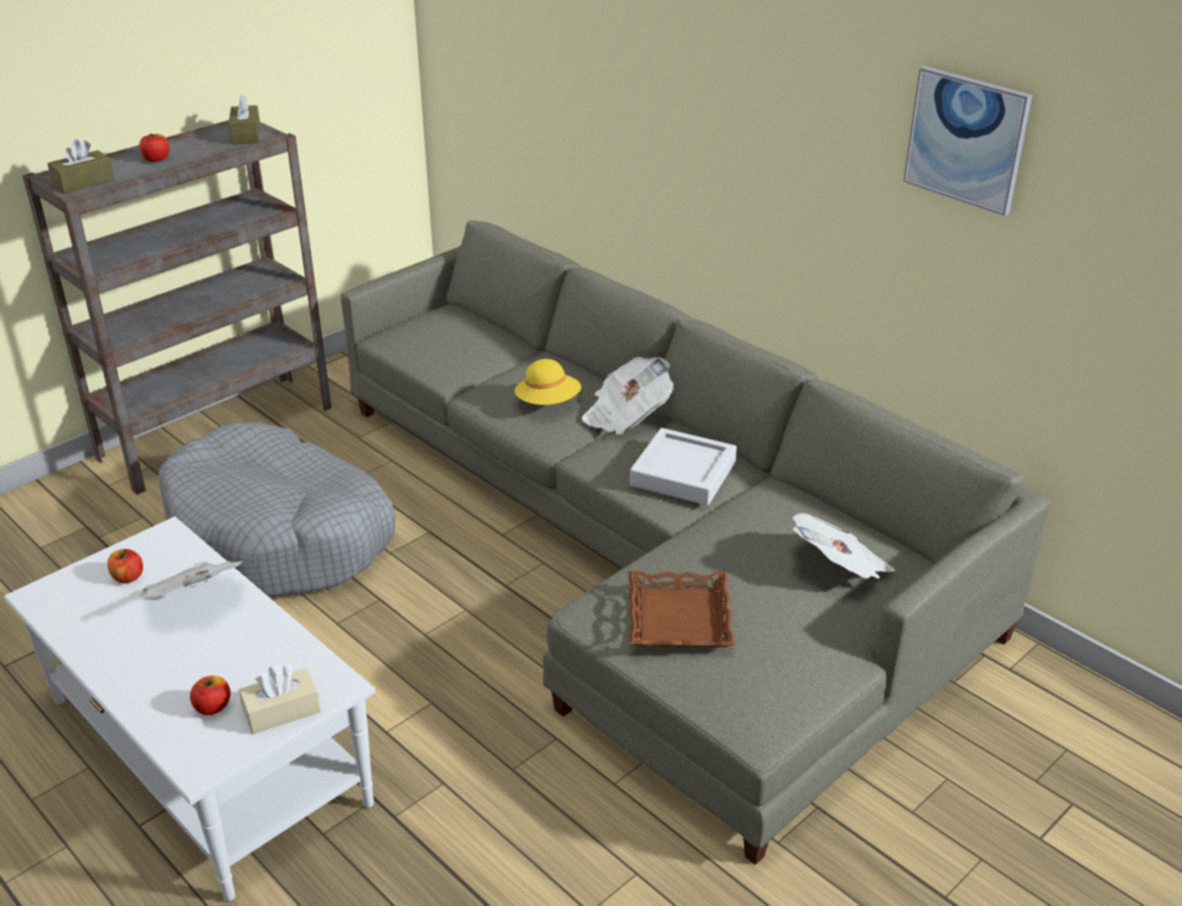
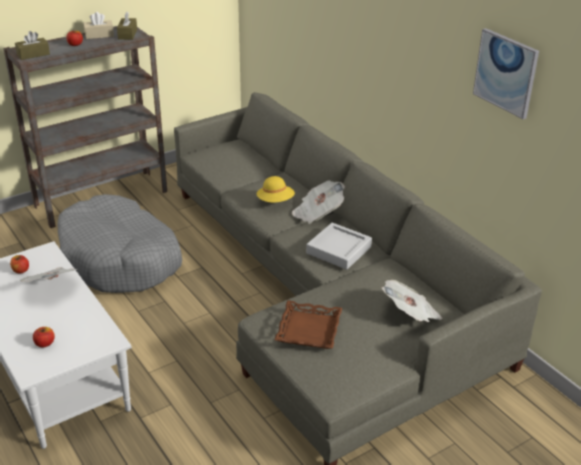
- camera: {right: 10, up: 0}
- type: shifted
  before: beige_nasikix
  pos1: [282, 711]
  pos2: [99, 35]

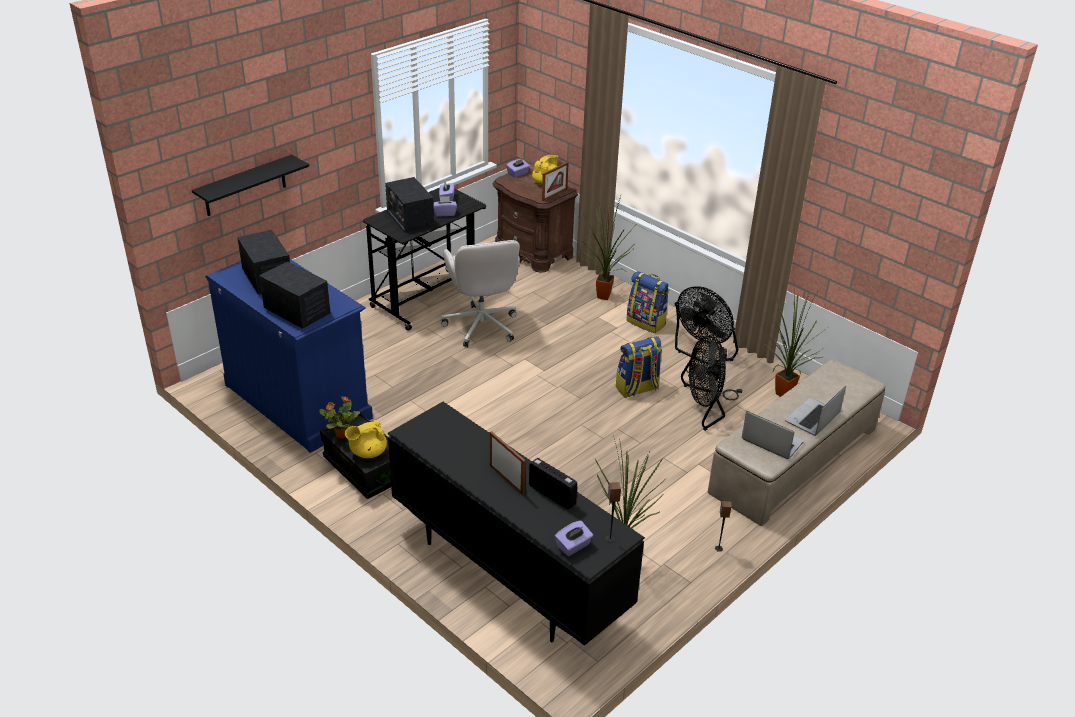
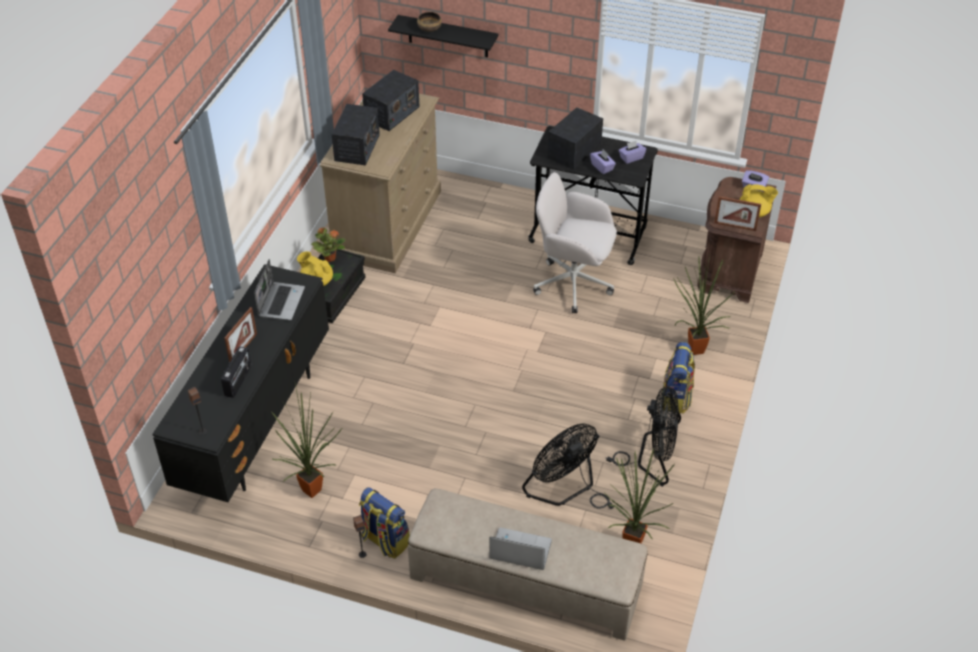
- camera: {right: 65, up: 10}
- type: repainted
  before: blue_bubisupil
  after: beige_bubisupil
  pos1: [297, 401]
  pos2: [388, 223]
- type: rotated
  before: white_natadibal
  pos1: [481, 326]
  pos2: [573, 284]
  turn: 60
- type: gone
  before: purple_nasikix
  pos1: [573, 546]
- type: shifted
  before: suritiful
  pos1: [637, 389]
  pos2: [384, 541]
- type: shifted
  before: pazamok
  pos1: [771, 441]
  pos2: [281, 301]
- type: new
  after: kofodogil
  pos2: [429, 28]

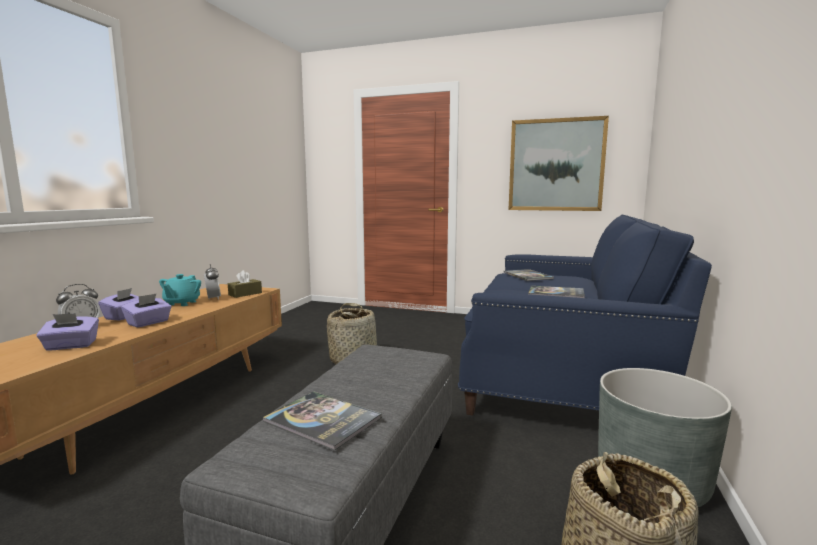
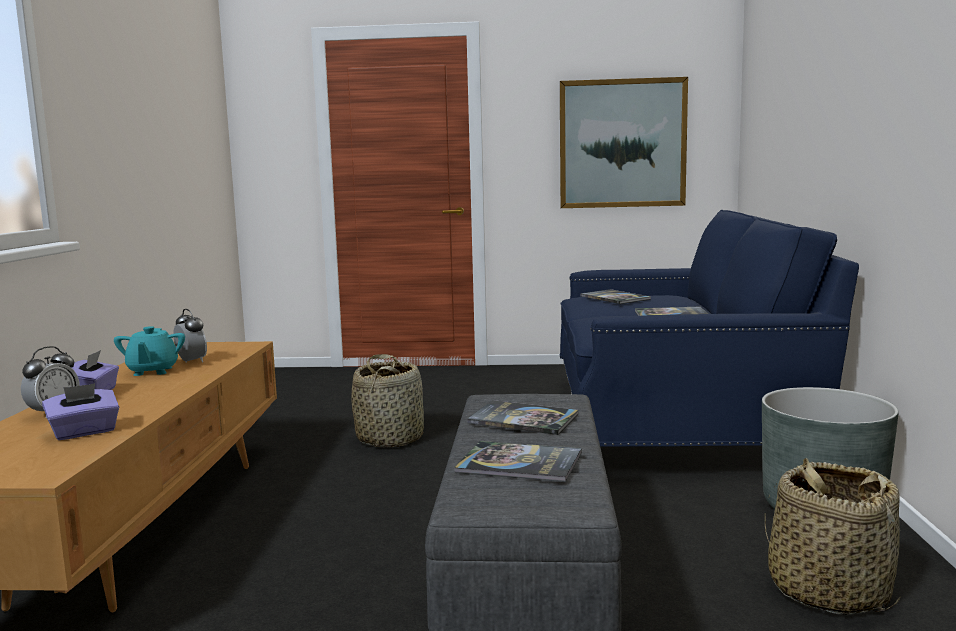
- camera: {right: -15, up: 0}
- type: gone
  before: purple_nasikix
  pos1: [148, 323]
- type: gone
  before: brown_nasikix
  pos1: [245, 294]
- type: new
  after: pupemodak
  pos2: [523, 419]

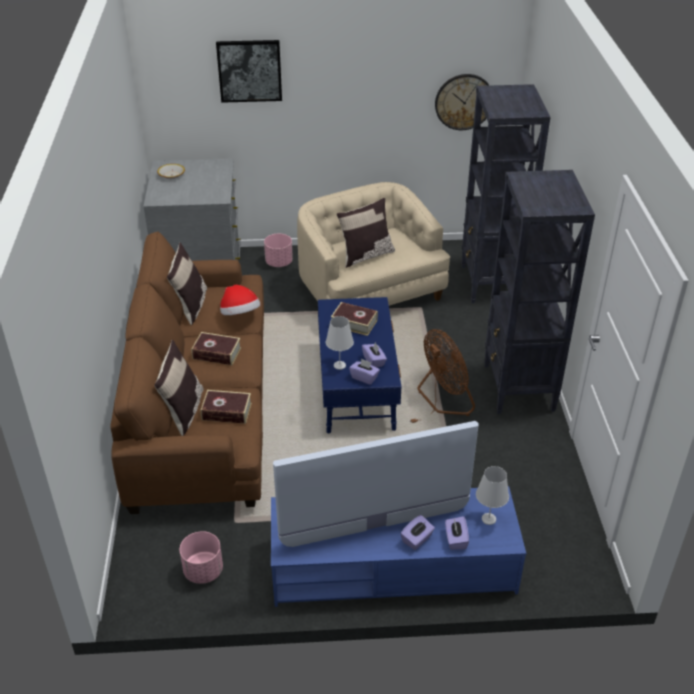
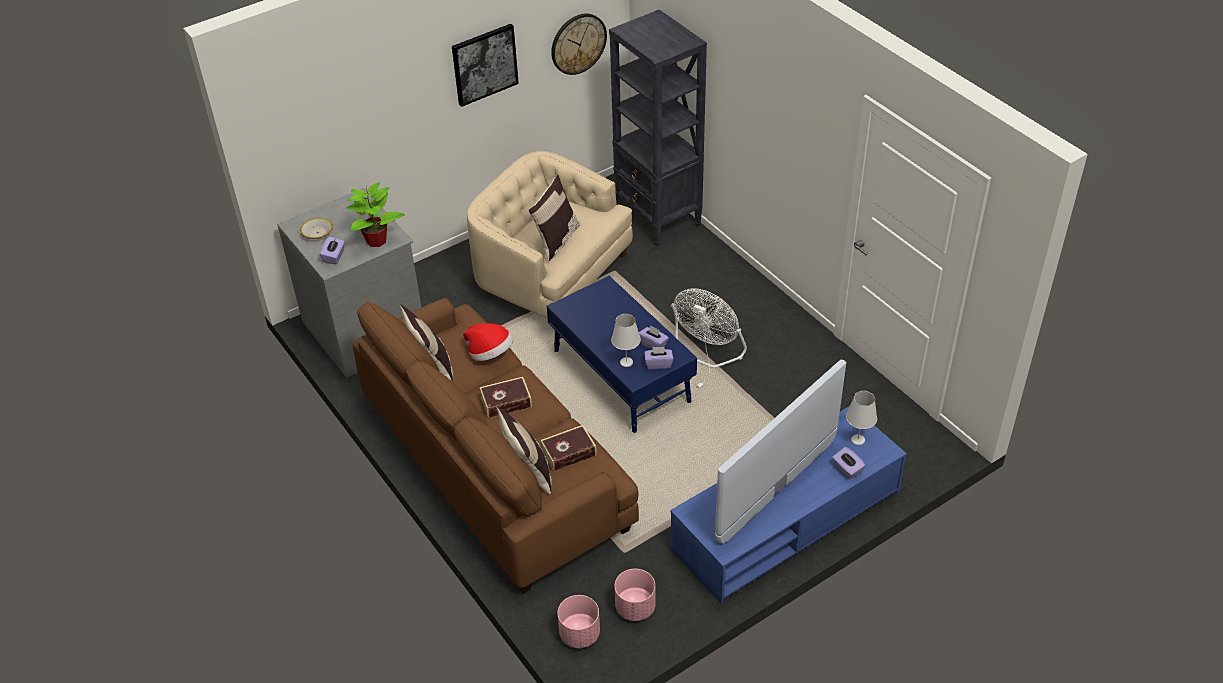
- camera: {right: -30, up: 5}
- type: shifted
  before: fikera
  pos1: [249, 70]
  pos2: [484, 64]
- type: shifted
  before: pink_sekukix
  pos1: [279, 262]
  pos2: [579, 634]
- type: gone
  before: pupemodak
  pos1: [354, 323]
- type: shifted
  before: purple_nasikix
  pos1: [417, 539]
  pos2: [334, 257]
- type: repainted
  before: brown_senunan
  after: white_senunan
  pos1: [437, 399]
  pos2: [703, 356]
- type: gone
  before: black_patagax
  pos1: [518, 388]
- type: new
  after: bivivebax
  pos2: [377, 240]

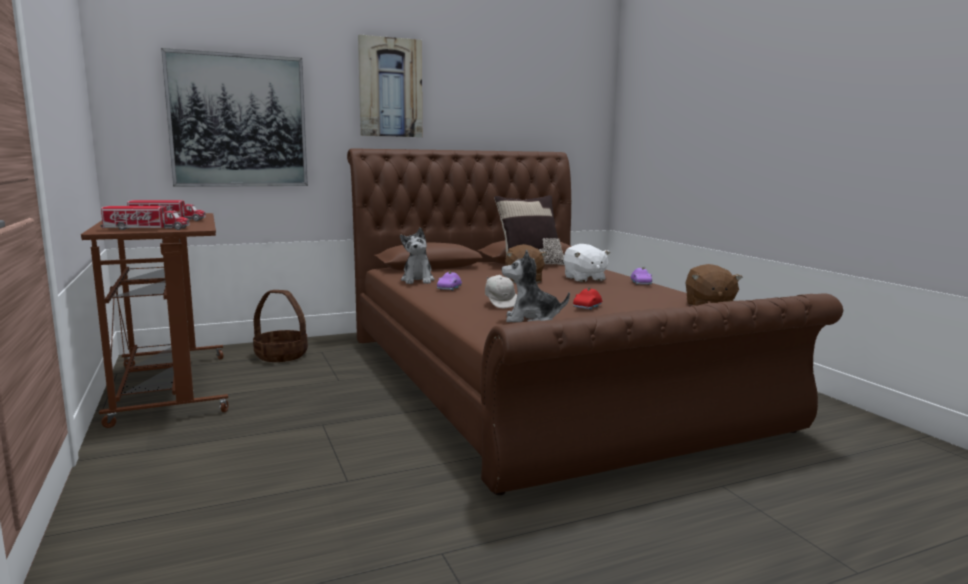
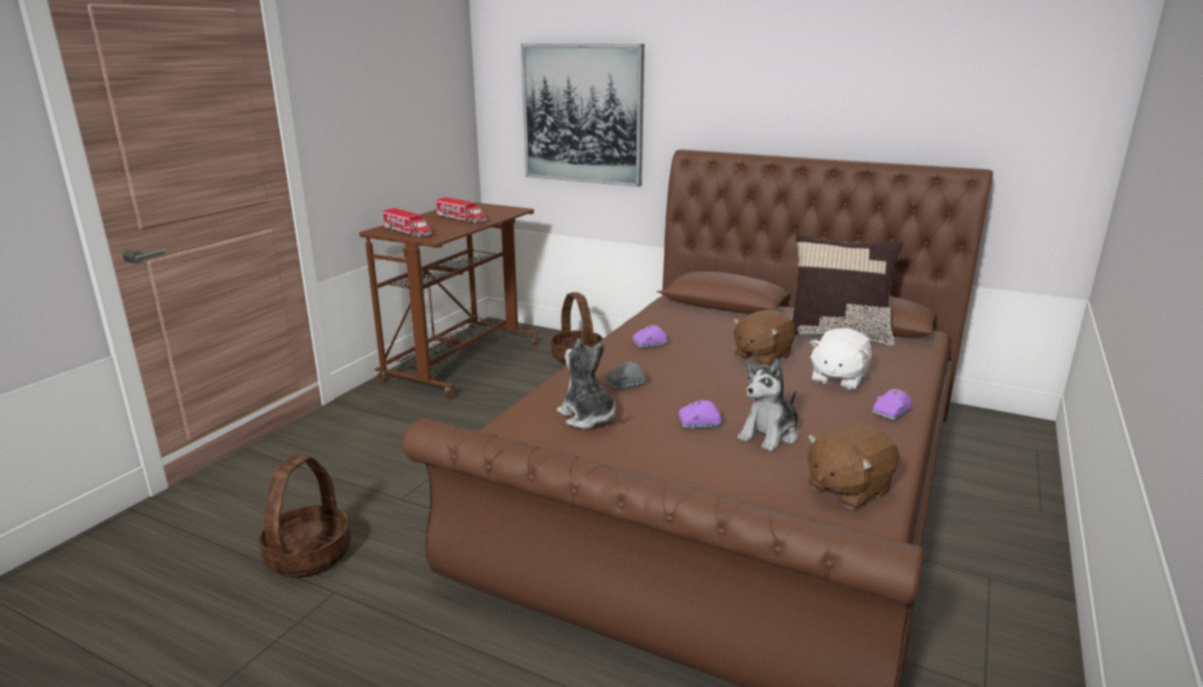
- camera: {right: 50, up: 10}
- type: gone
  before: fikera
  pos1: [390, 88]
- type: shifted
  before: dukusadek
  pos1: [418, 280]
  pos2: [770, 435]
- type: swapped
  before: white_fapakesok
  after: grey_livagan
  pos1: [501, 303]
  pos2: [626, 384]
- type: repainted
  before: red_livagan
  after: purple_livagan
  pos1: [588, 307]
  pos2: [699, 424]
- type: new
  after: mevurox
  pos2: [308, 555]

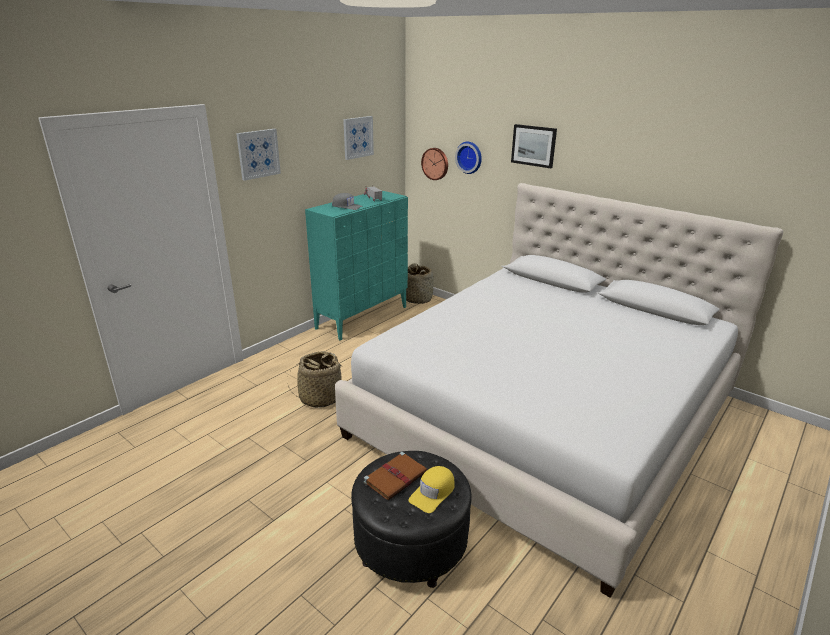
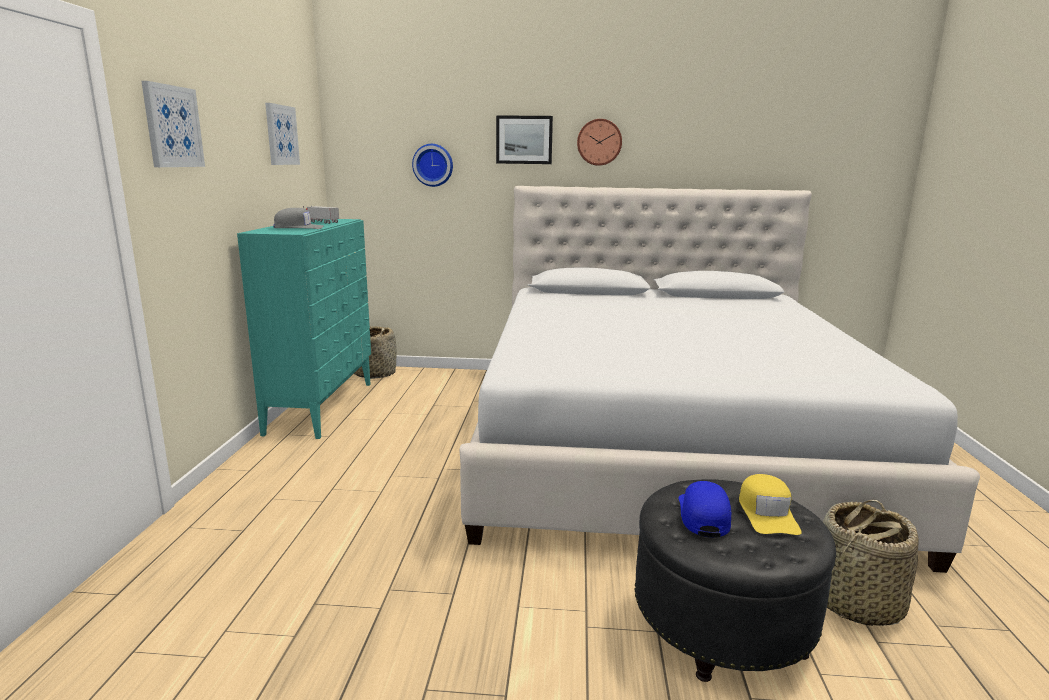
- camera: {right: -35, up: -10}
- type: shifted
  before: mevurox
  pos1: [320, 398]
  pos2: [855, 602]
- type: swapped
  before: brown_pupemodak
  after: blue_fapakesok
  pos1: [396, 477]
  pos2: [703, 515]
- type: shifted
  before: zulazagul
  pos1: [435, 163]
  pos2: [599, 142]

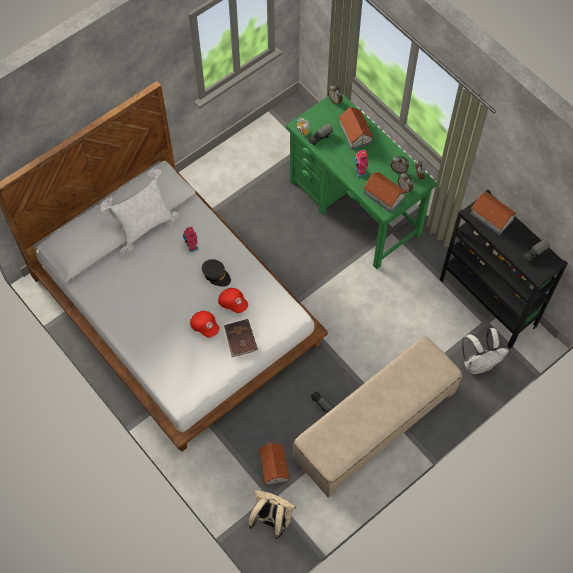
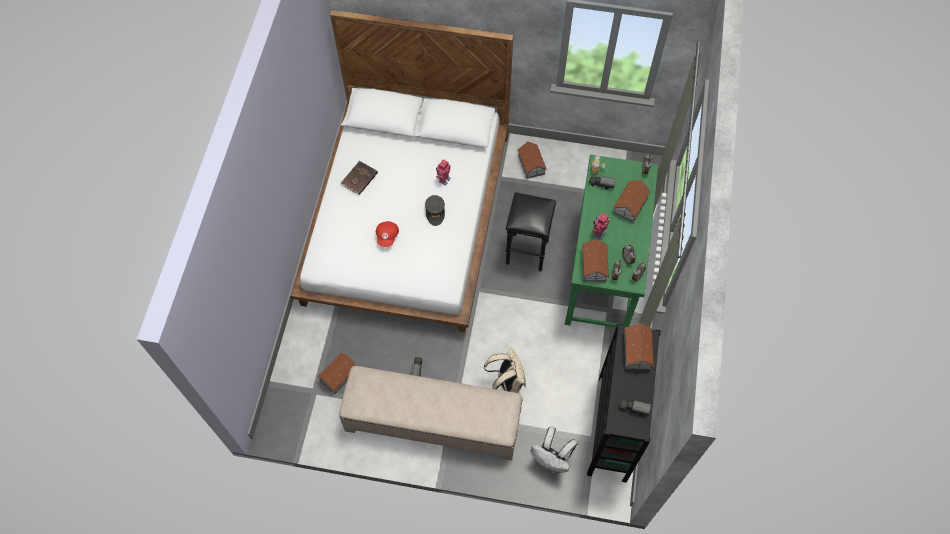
- camera: {right: 50, up: 0}
- type: gone
  before: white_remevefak
  pos1: [144, 229]
- type: gone
  before: red_fapakesok
  pos1: [233, 303]
- type: shifted
  before: brown_pupemodak
  pos1: [240, 339]
  pos2: [359, 178]
- type: shifted
  before: beige_suritiful
  pos1: [272, 519]
  pos2: [507, 382]
- type: new
  after: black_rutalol
  pos2: [526, 251]
- type: new
  after: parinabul
  pos2: [531, 164]

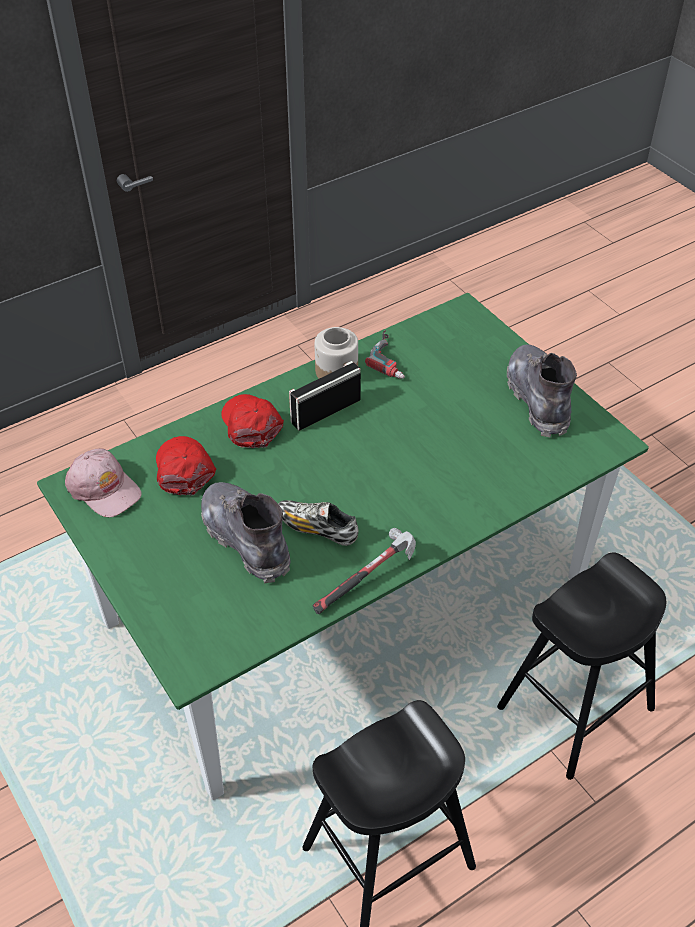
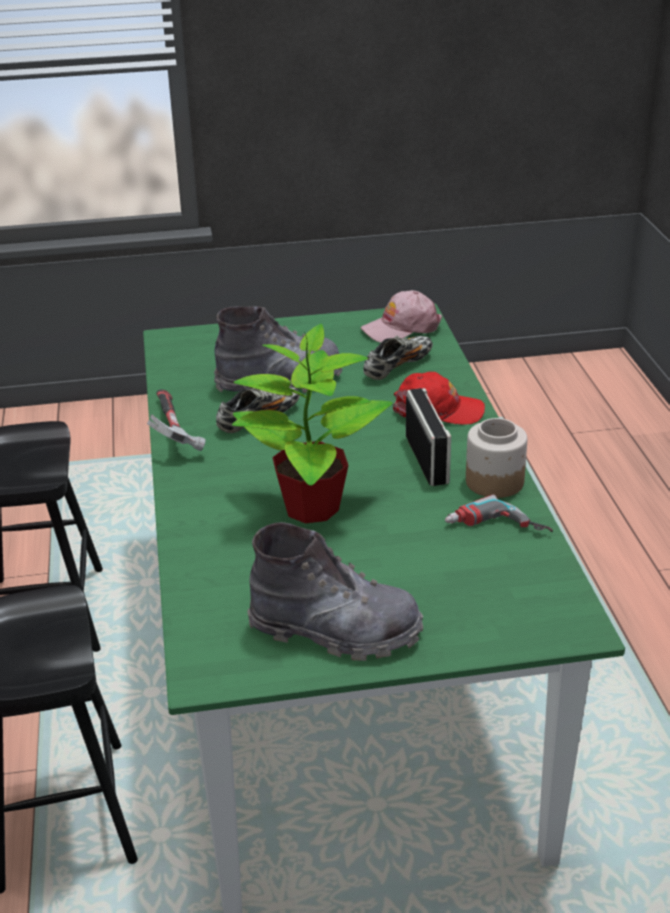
- camera: {right: 115, up: -15}
- type: swapped
  before: red_fapakesok
  after: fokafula
  pos1: [184, 468]
  pos2: [398, 366]
- type: new
  after: bivivebax
  pos2: [310, 508]

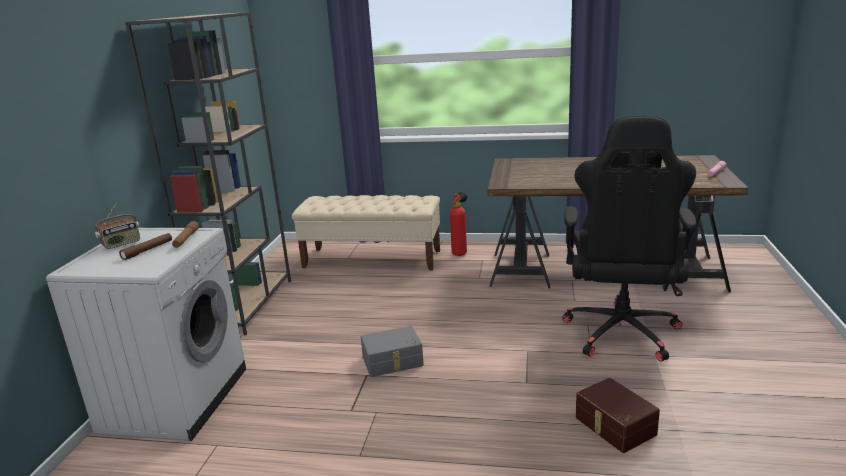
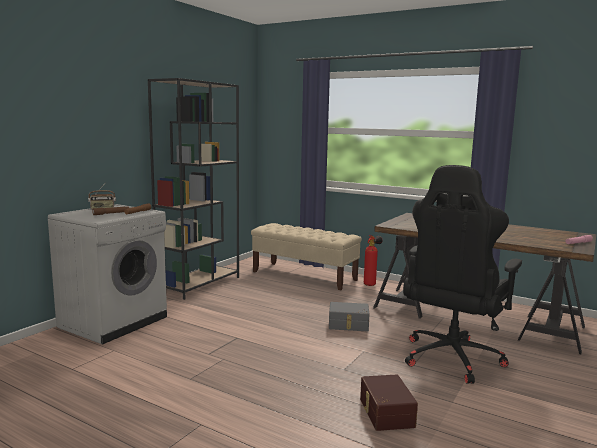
- camera: {right: 20, up: -10}
- type: shifted
  before: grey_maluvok
  pos1: [393, 362]
  pos2: [348, 325]

